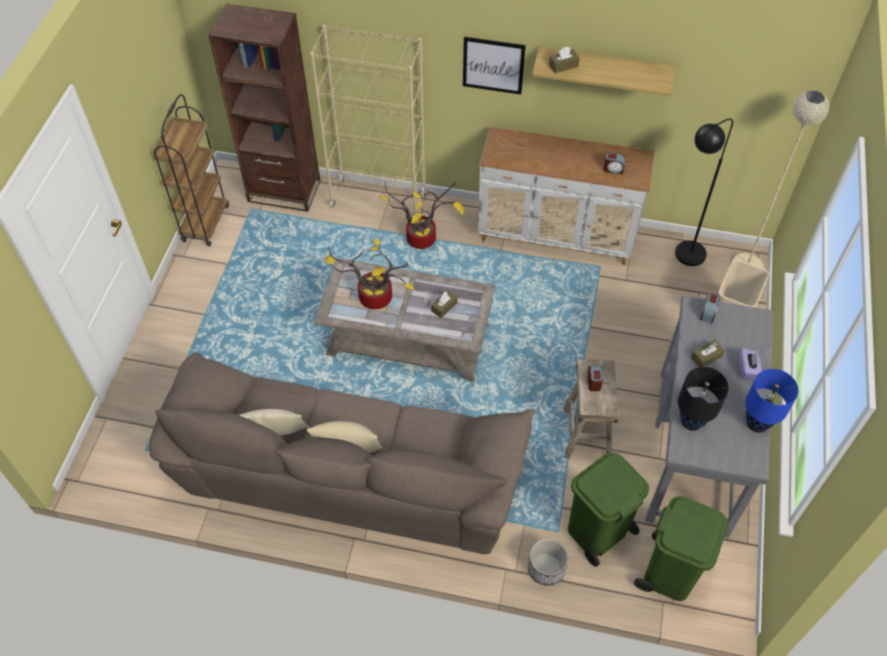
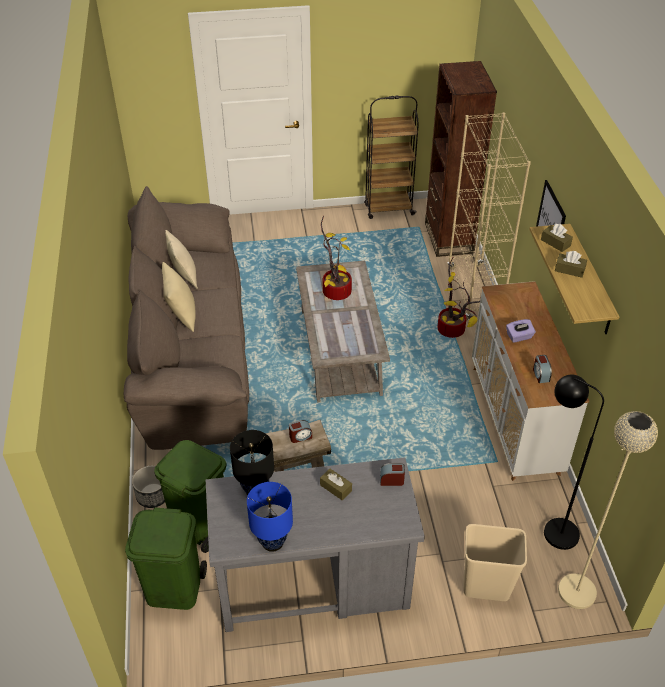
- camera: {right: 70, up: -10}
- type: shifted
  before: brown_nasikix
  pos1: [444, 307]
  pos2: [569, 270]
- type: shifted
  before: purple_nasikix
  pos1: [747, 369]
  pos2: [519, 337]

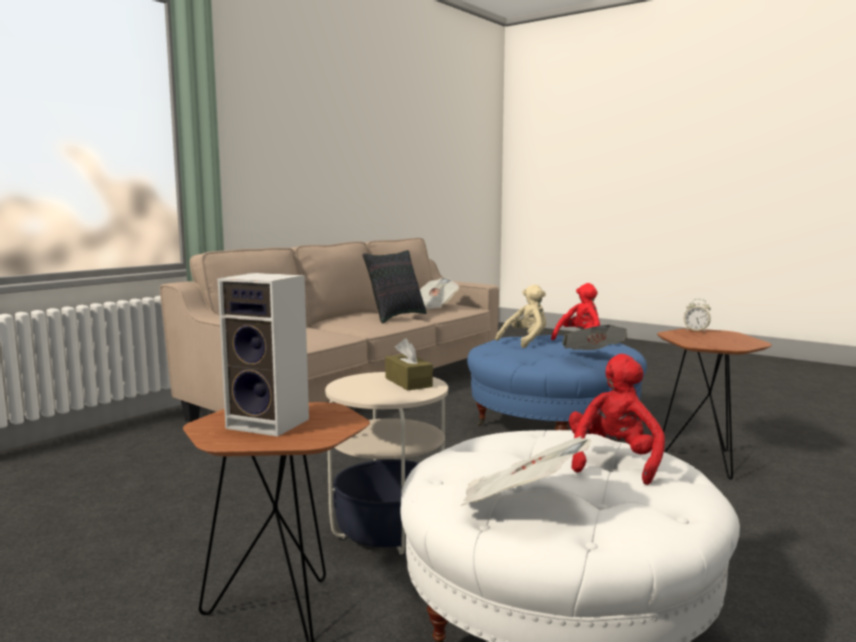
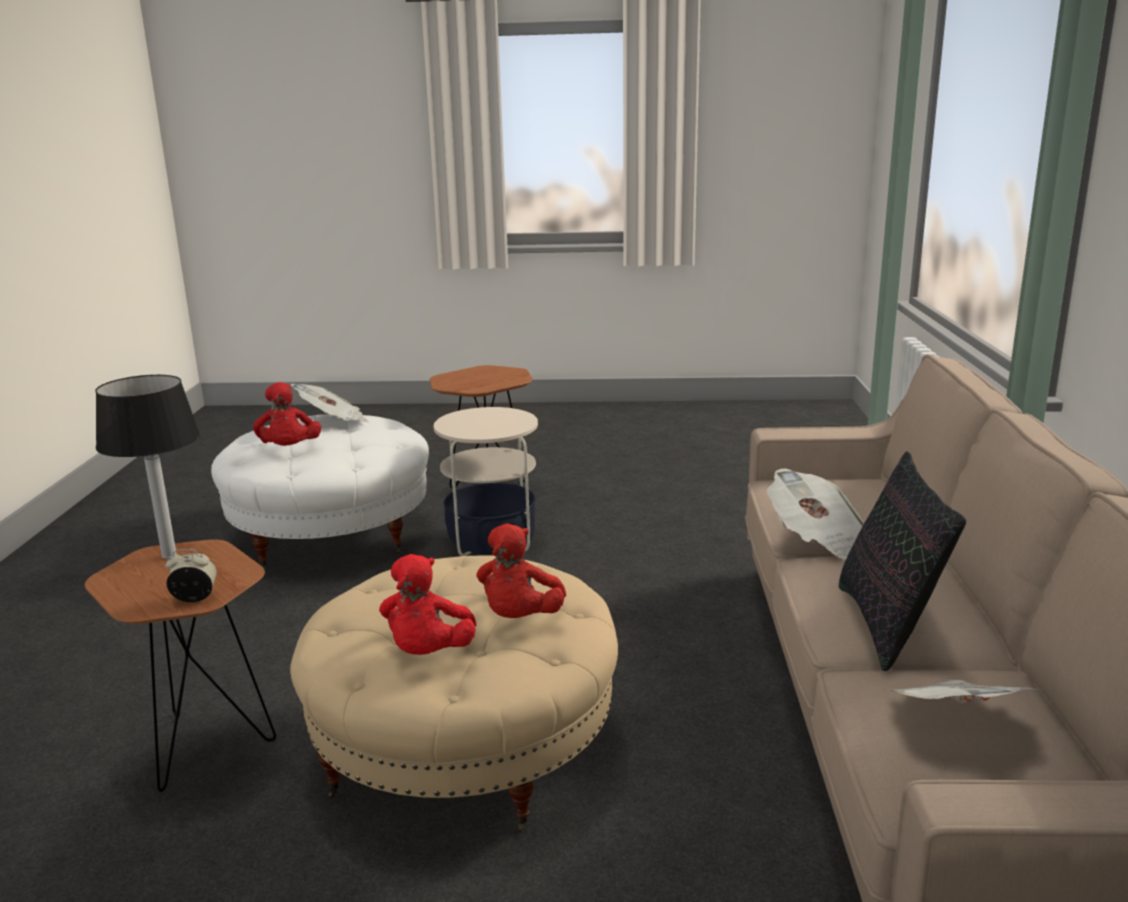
- camera: {right: 145, up: 10}
- type: gone
  before: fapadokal
  pos1: [271, 423]
- type: gone
  before: brown_nasikix
  pos1: [408, 382]
- type: repainted
  before: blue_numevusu
  after: beige_numevusu
  pos1: [553, 427]
  pos2: [464, 748]
- type: repainted
  before: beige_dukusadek
  after: red_dukusadek
  pos1: [526, 342]
  pos2: [520, 618]
- type: shifted
  before: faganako
  pos1: [593, 356]
  pos2: [817, 538]
- type: new
  after: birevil
  pos2: [169, 555]

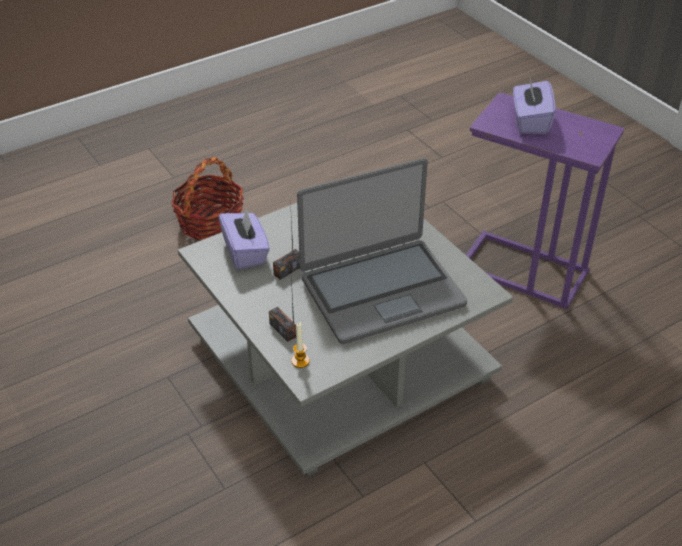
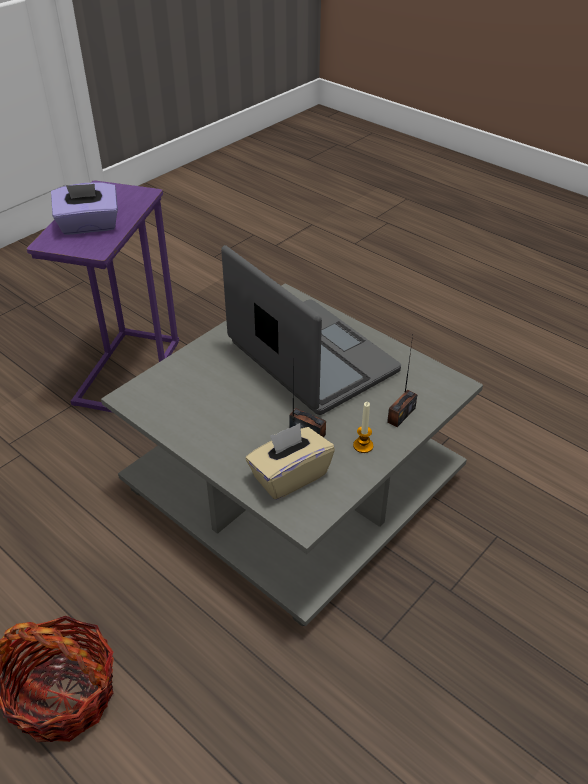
- camera: {right: -105, up: 0}
- type: repainted
  before: purple_nasikix
  after: beige_nasikix
  pos1: [245, 252]
  pos2: [289, 476]
- type: shifted
  before: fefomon
  pos1: [300, 361]
  pos2: [363, 446]

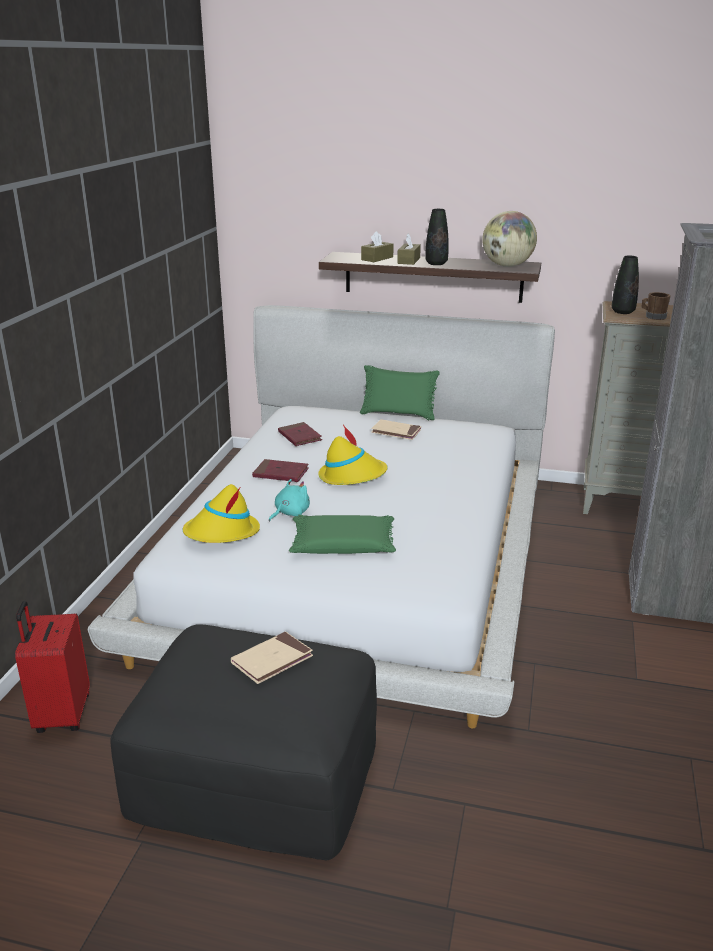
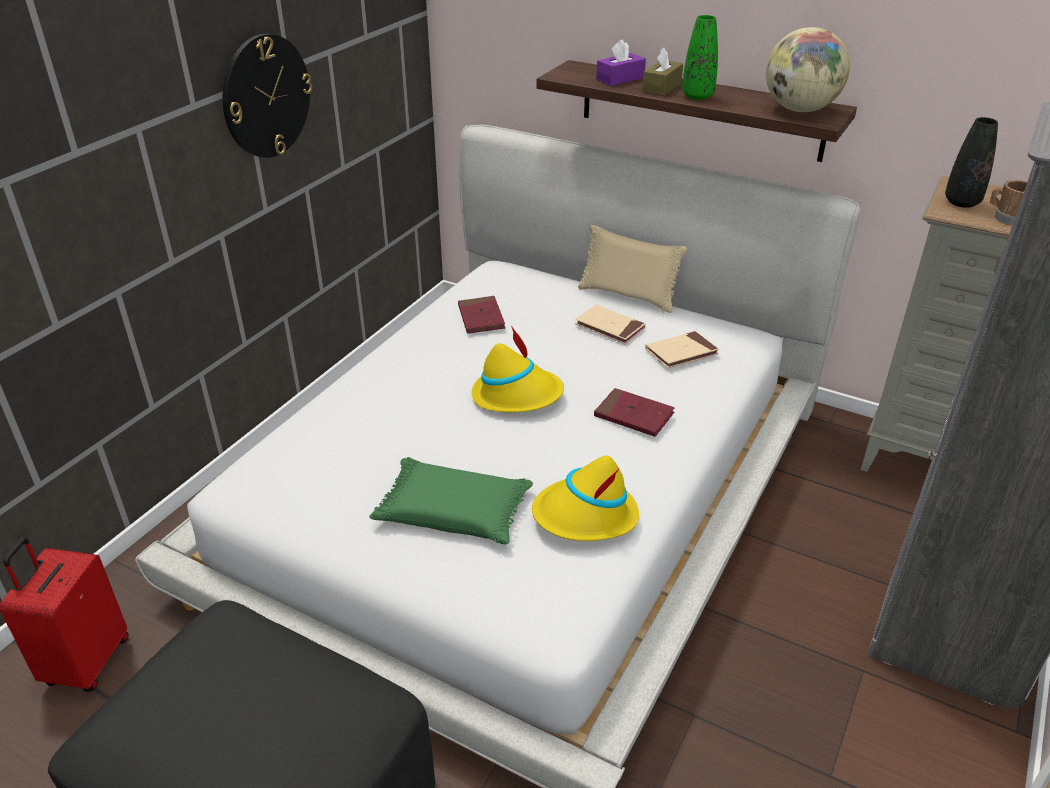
- camera: {right: 15, up: 10}
- type: shifted
  before: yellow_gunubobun
  pos1: [222, 533]
  pos2: [585, 516]
- type: shifted
  before: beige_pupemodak
  pos1: [272, 660]
  pos2: [681, 353]
- type: shifted
  before: red_pupemodak
  pos1: [281, 473]
  pos2: [633, 415]
- type: gone
  before: turquoise_dukusadek
  pos1: [290, 513]
- type: repainted
  before: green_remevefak
  after: beige_remevefak
  pos1: [398, 414]
  pos2: [628, 296]
- type: repainted
  before: brown_nasikix
  after: purple_nasikix
  pos1: [377, 258]
  pos2: [620, 79]
- type: repainted
  before: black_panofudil
  after: green_panofudil
  pos1: [436, 263]
  pos2: [697, 96]
- type: new
  after: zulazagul
  pos2: [266, 96]

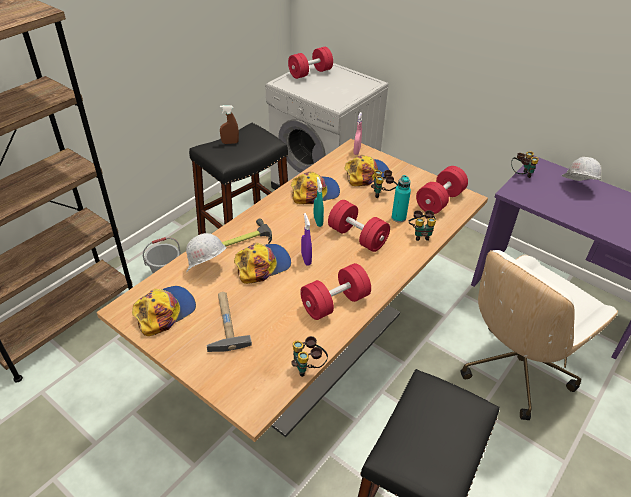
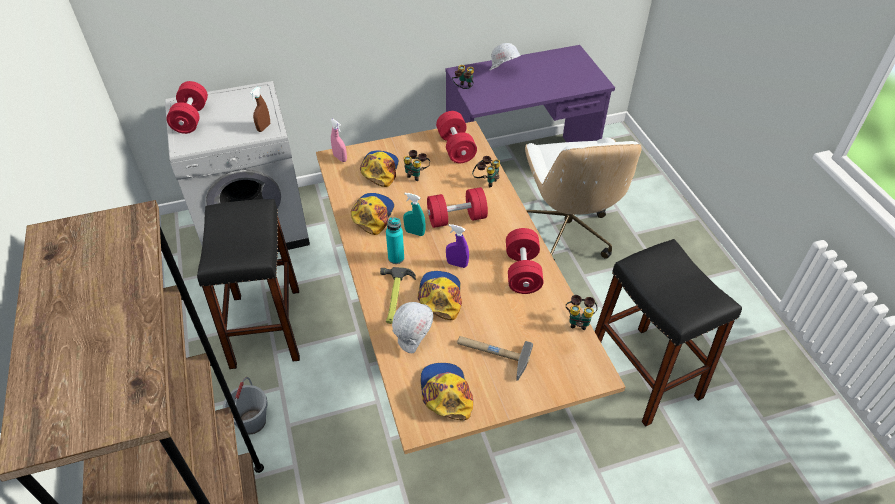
- camera: {right: -55, up: 5}
- type: shifted
  before: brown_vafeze
  pos1: [230, 142]
  pos2: [264, 127]
- type: shifted
  before: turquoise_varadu
  pos1: [398, 217]
  pos2: [396, 258]

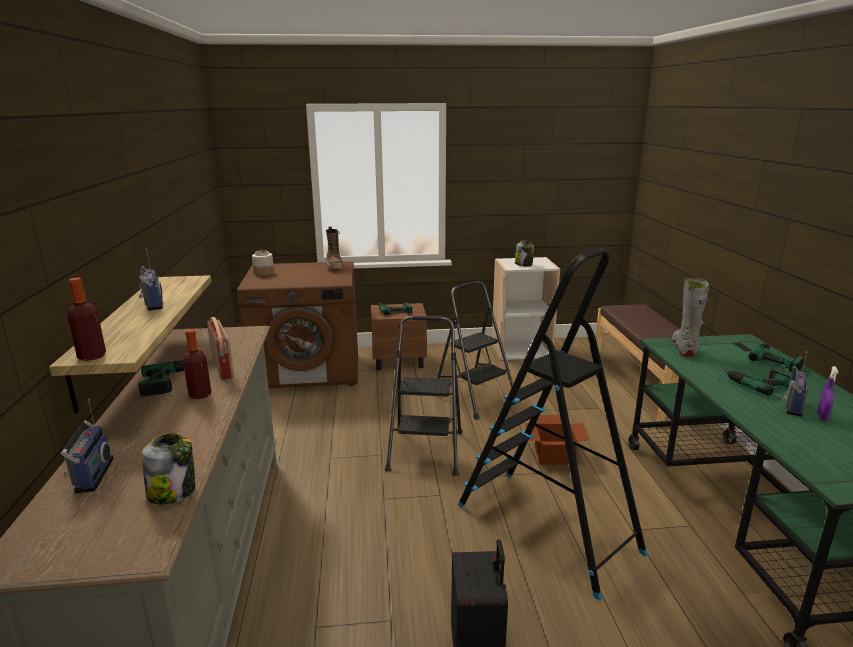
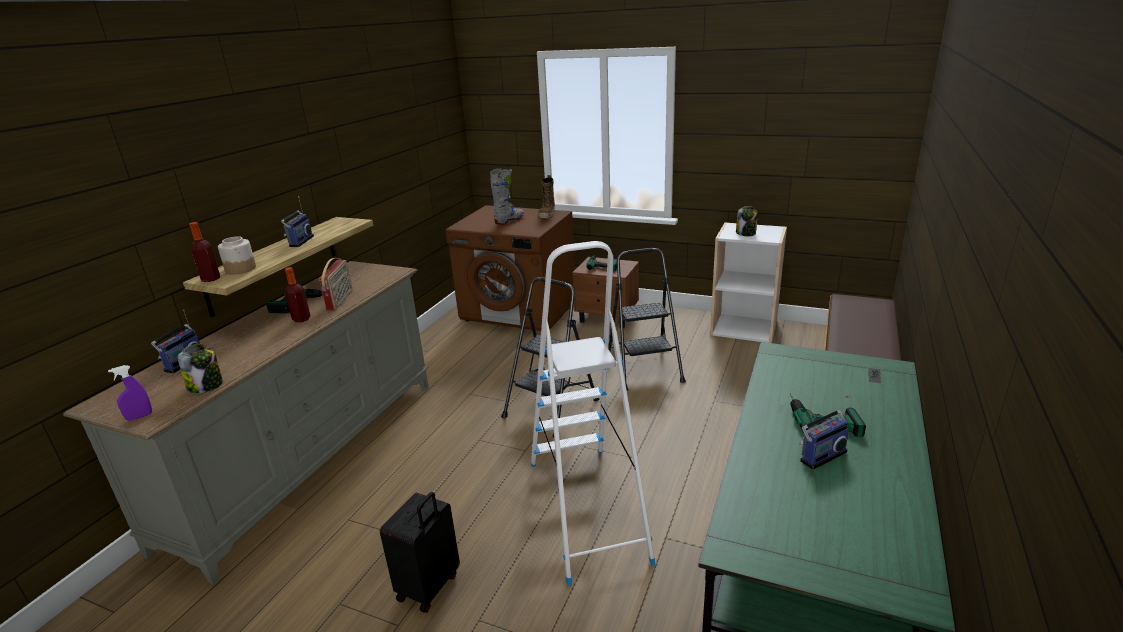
- camera: {right: 30, up: 5}
- type: shifted
  before: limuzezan
  pos1: [264, 272]
  pos2: [241, 269]
- type: repainted
  before: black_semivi
  after: white_semivi
  pos1: [545, 528]
  pos2: [585, 508]
- type: gone
  before: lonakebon
  pos1: [554, 454]
- type: shifted
  before: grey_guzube
  pos1: [684, 348]
  pos2: [509, 220]
- type: gone
  before: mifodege
  pos1: [778, 359]
- type: shifted
  before: purple_vafeze
  pos1: [822, 417]
  pos2: [139, 417]

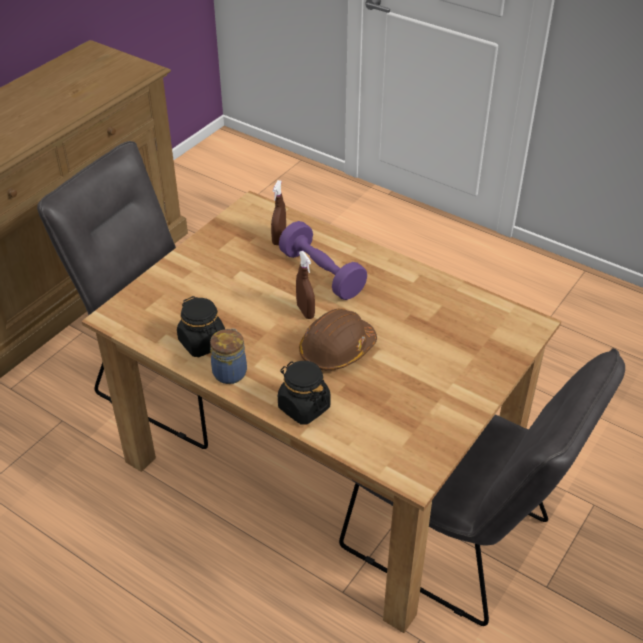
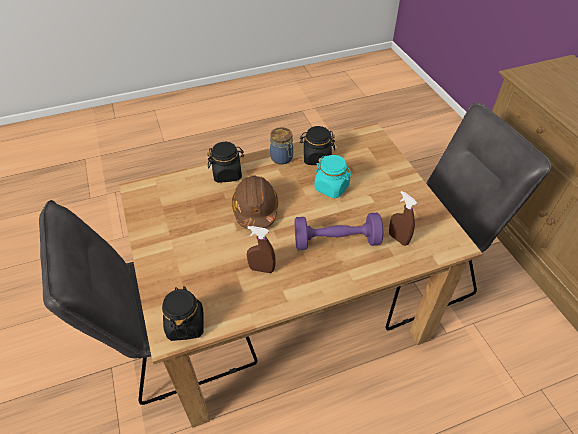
- camera: {right: 125, up: 5}
- type: shifted
  before: brown_vafeze
  pos1: [305, 311]
  pos2: [261, 269]
- type: new
  after: black_limuzezan
  pos2: [185, 324]
- type: new
  after: turquoise_limuzezan
  pos2: [331, 187]

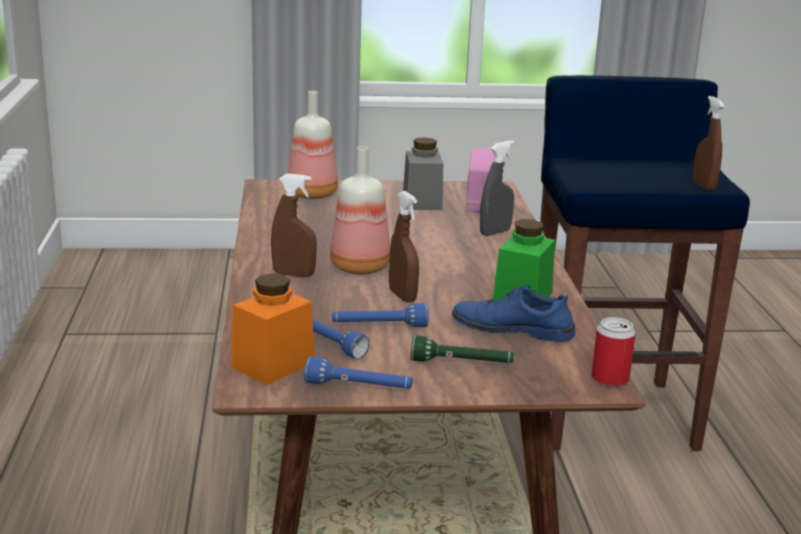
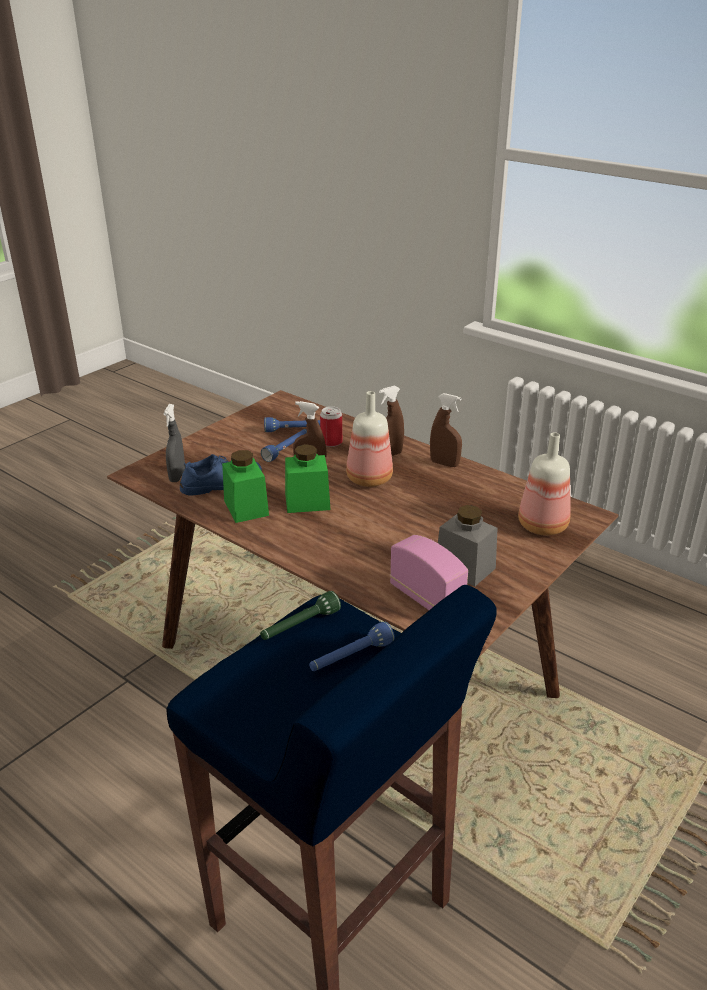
- camera: {right: 135, up: 10}
- type: gone
  before: orange_limuzezan
  pos1: [273, 365]
- type: shifted
  before: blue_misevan
  pos1: [358, 388]
  pos2: [350, 657]
- type: shifted
  before: green_misevan
  pos1: [461, 364]
  pos2: [299, 626]
- type: shifted
  before: grey_vafeze
  pos1: [495, 232]
  pos2: [177, 476]
- type: shifted
  before: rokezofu
  pos1: [610, 379]
  pos2: [331, 442]
- type: shifted
  before: brown_vafeze
  pos1: [703, 186]
  pos2: [444, 463]
- type: new
  after: green_limuzezan
  pos2: [307, 502]

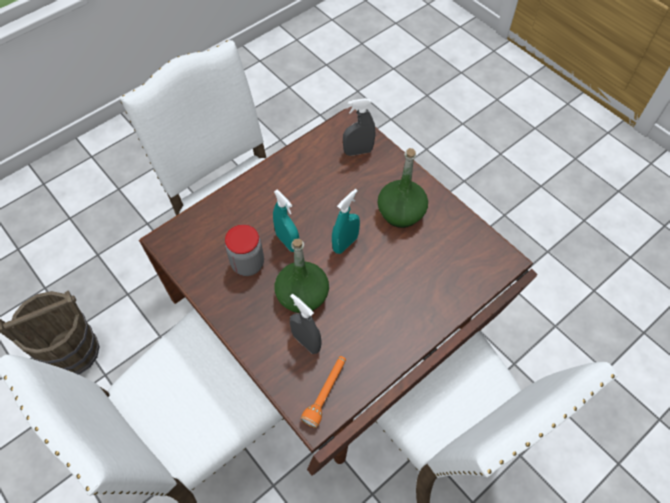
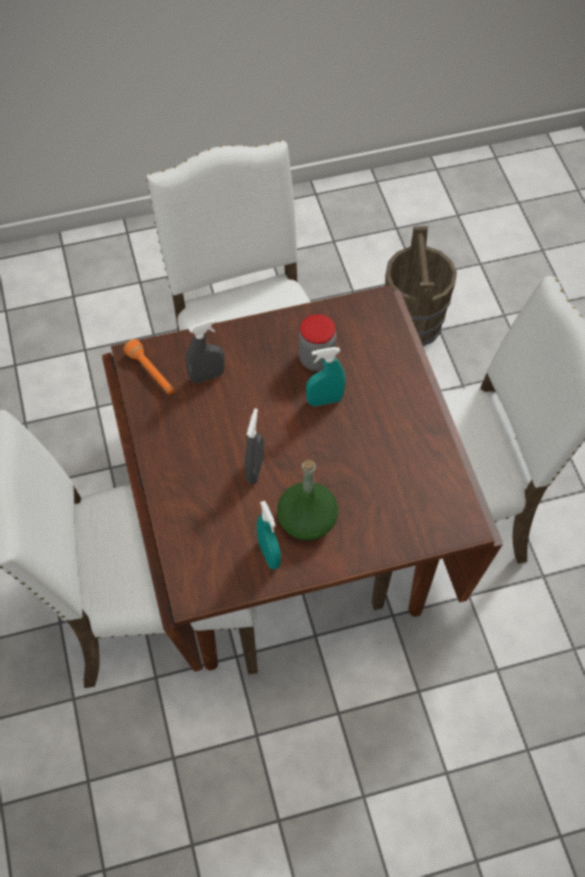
- camera: {right: 115, up: 0}
- type: gone
  before: green_varadu
  pos1: [302, 295]
- type: shifted
  before: turquoise_vafeze
  pos1: [345, 244]
  pos2: [269, 554]
- type: shifted
  before: grey_vafeze
  pos1: [358, 151]
  pos2: [255, 469]

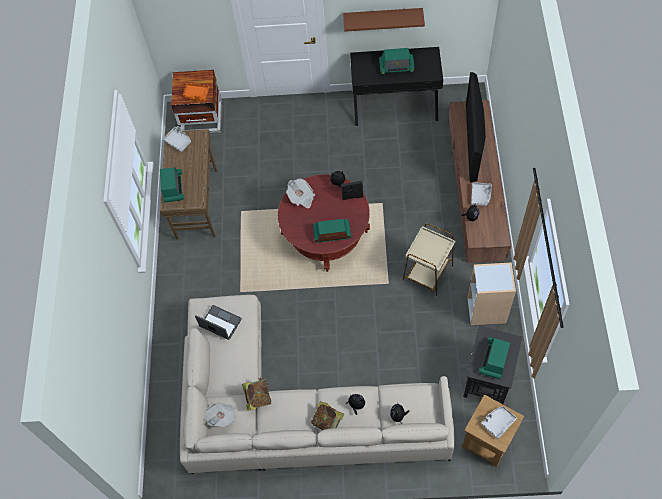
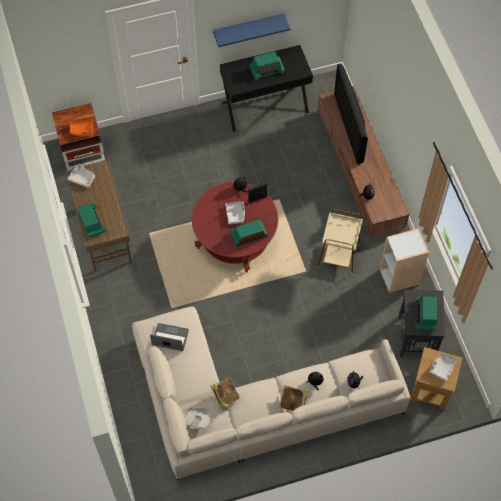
- camera: {right: -20, up: 0}
- type: gone
  before: faganako
  pos1: [301, 198]
- type: repainted
  before: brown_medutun
  after: blue_medutun
  pos1: [382, 17]
  pos2: [248, 28]
- type: shifted
  before: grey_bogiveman
  pos1: [481, 196]
  pos2: [235, 214]

